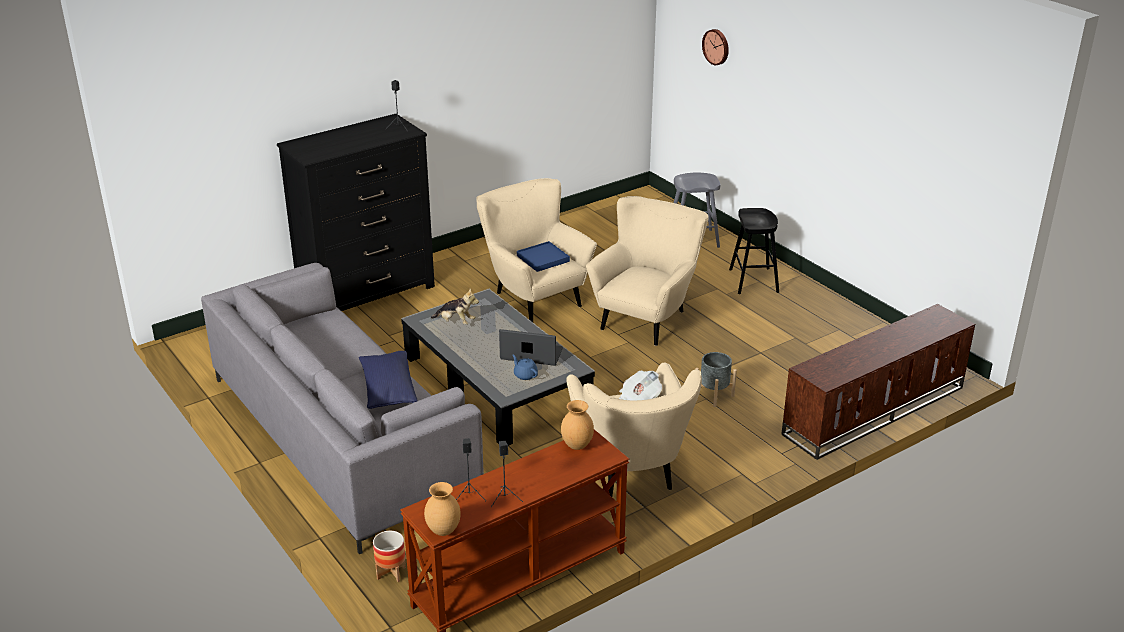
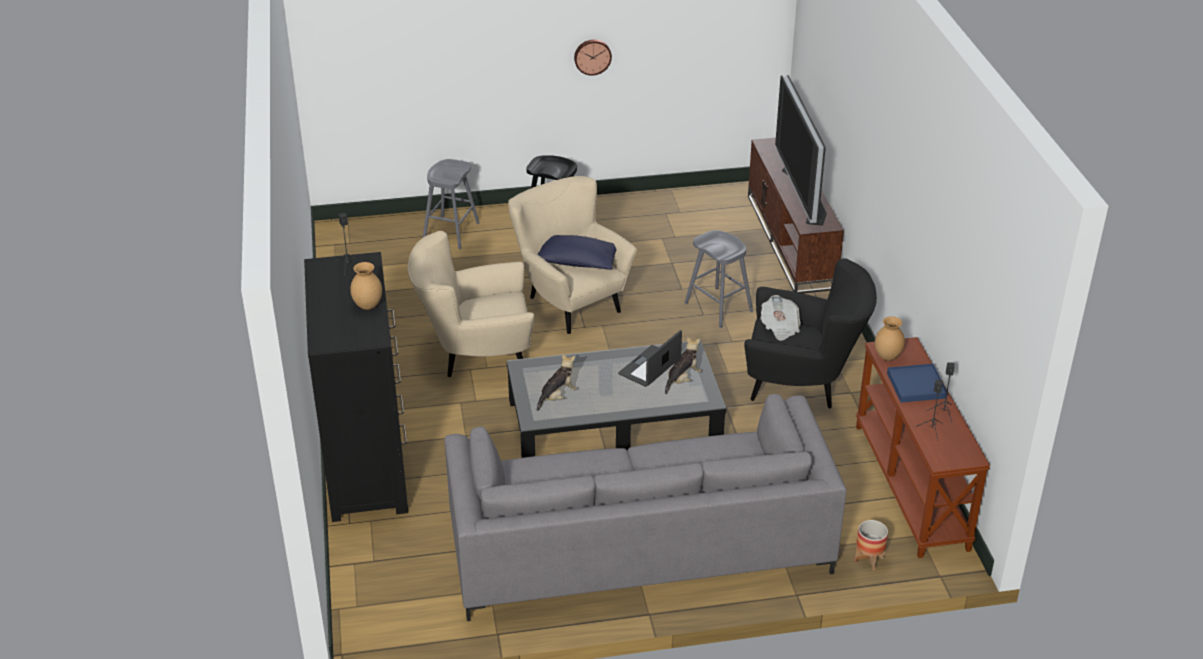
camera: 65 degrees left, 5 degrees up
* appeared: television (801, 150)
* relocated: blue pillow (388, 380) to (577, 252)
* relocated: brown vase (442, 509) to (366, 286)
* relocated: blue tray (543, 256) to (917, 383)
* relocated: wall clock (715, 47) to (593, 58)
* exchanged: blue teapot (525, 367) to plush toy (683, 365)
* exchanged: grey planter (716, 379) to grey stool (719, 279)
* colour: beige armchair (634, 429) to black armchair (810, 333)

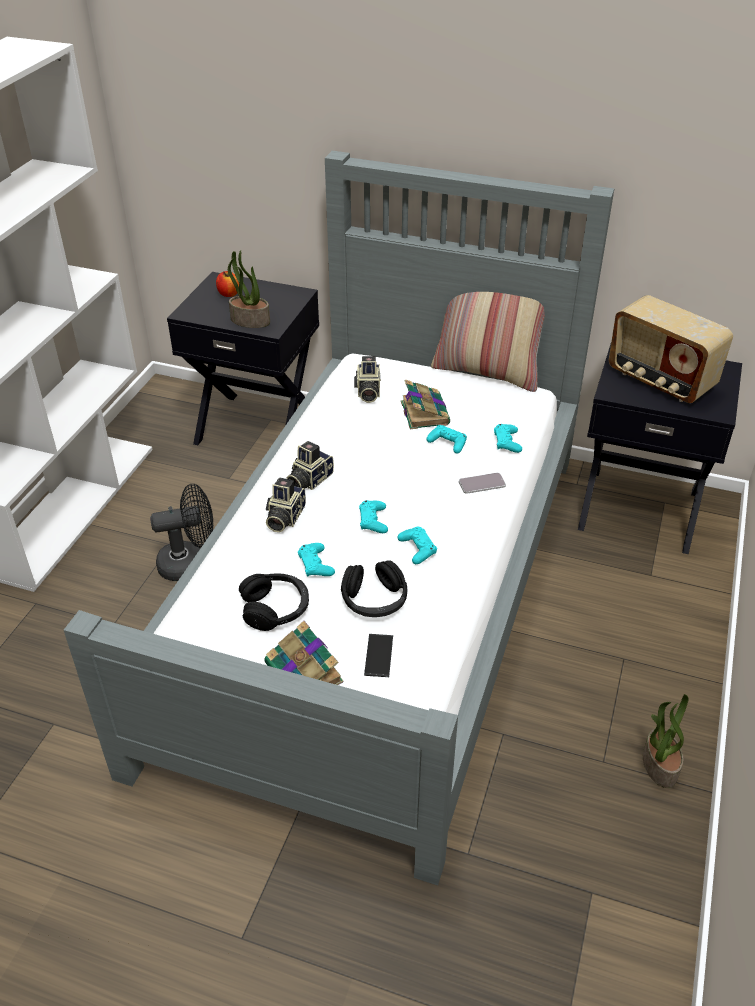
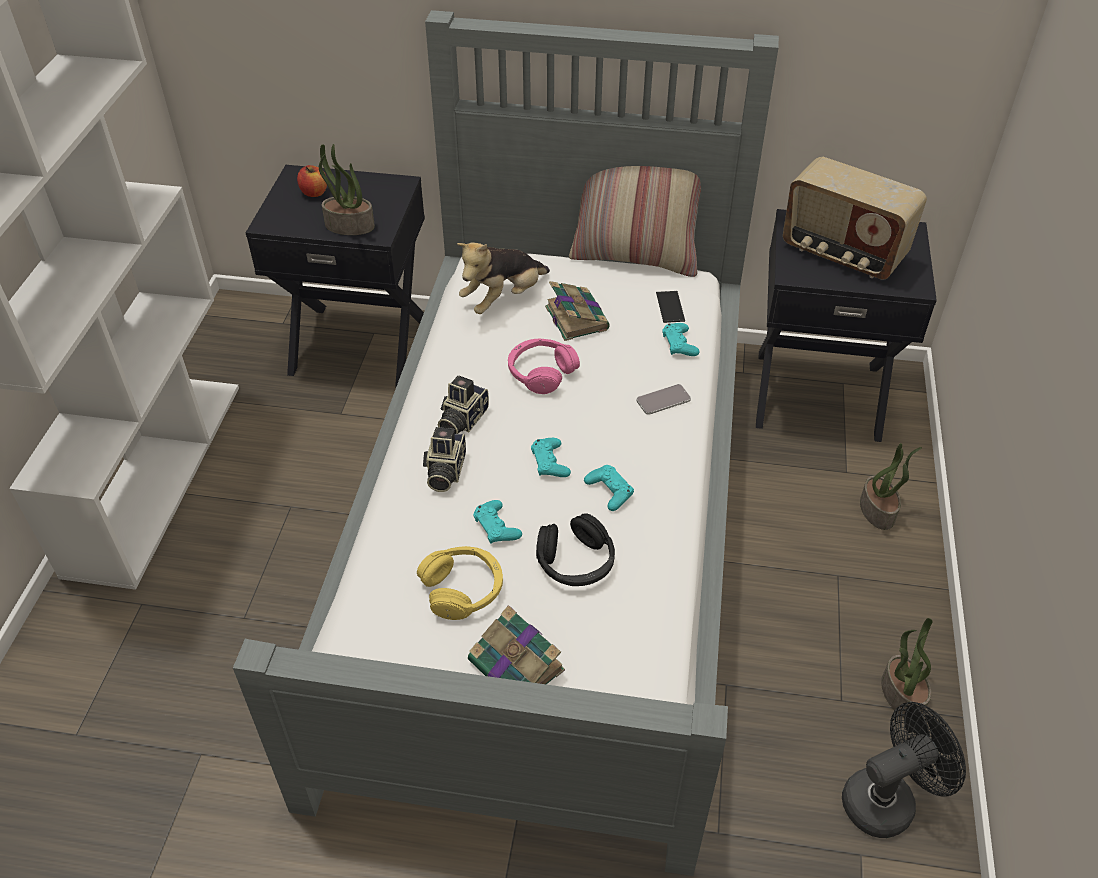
camera: 10 degrees left, 5 degrees up
* missing: turquoise game controller (447, 439)
* appeared: pink headphones (544, 366)
* appeared: potted plant (891, 486)
* relocated: black fan (181, 532) to (904, 770)
* relocated: phone (378, 655) to (670, 307)
* exchanged: photo camera (367, 379) to plush toy (503, 278)
* colour: black headphones (274, 602) to yellow headphones (460, 583)

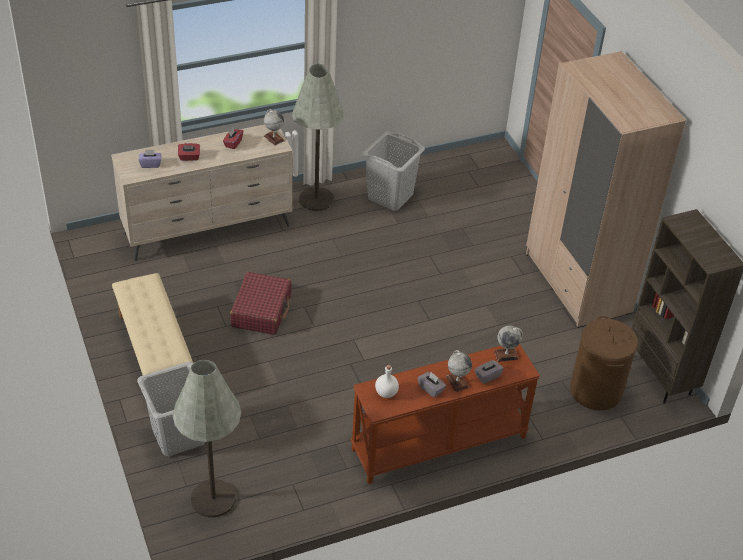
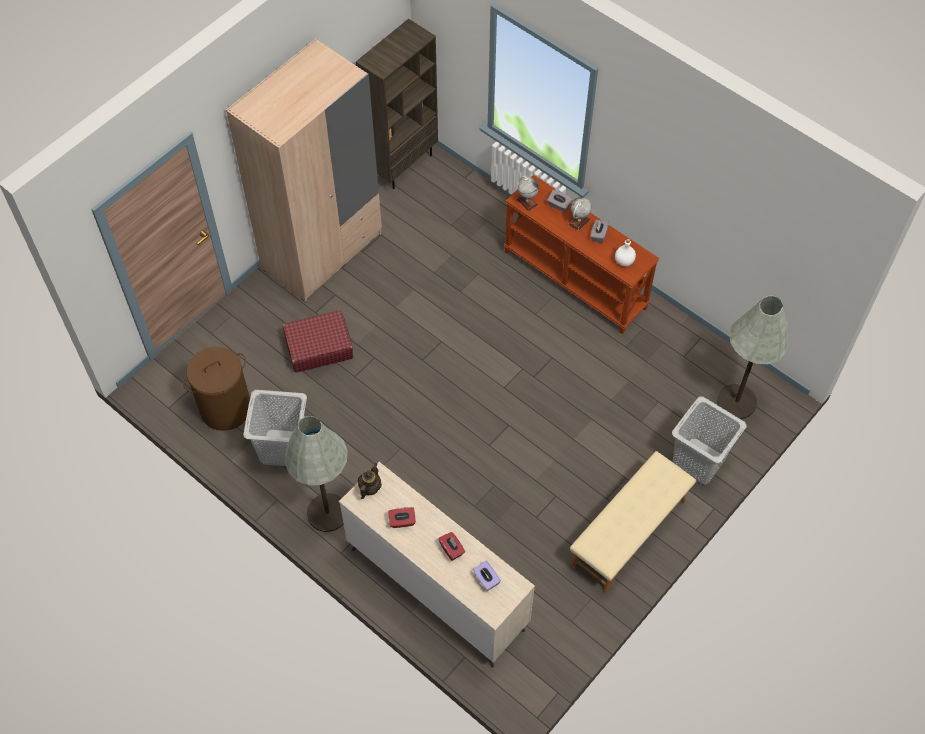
camera: 115 degrees left, 15 degrees up
* relocated: red suitcase (260, 303) to (318, 341)
* relocated: brown laundry basket (604, 363) to (216, 389)
* exchanged: globe (274, 127) to teapot (370, 481)

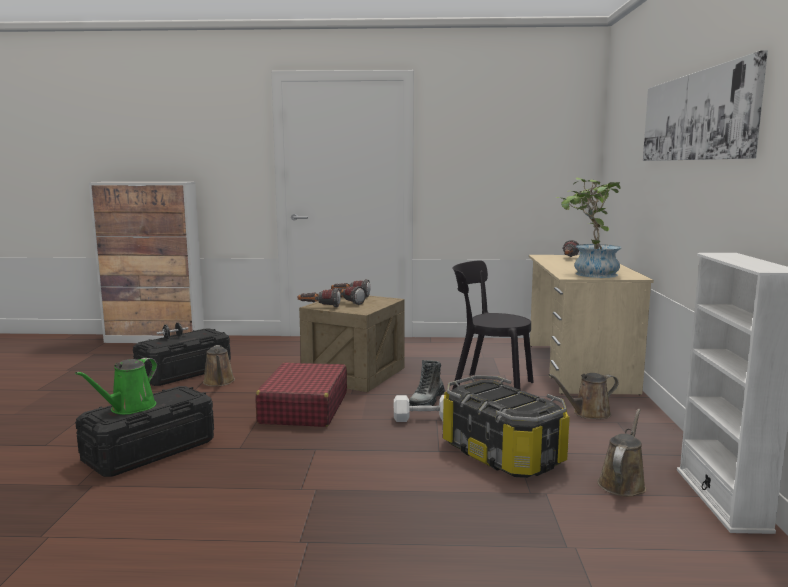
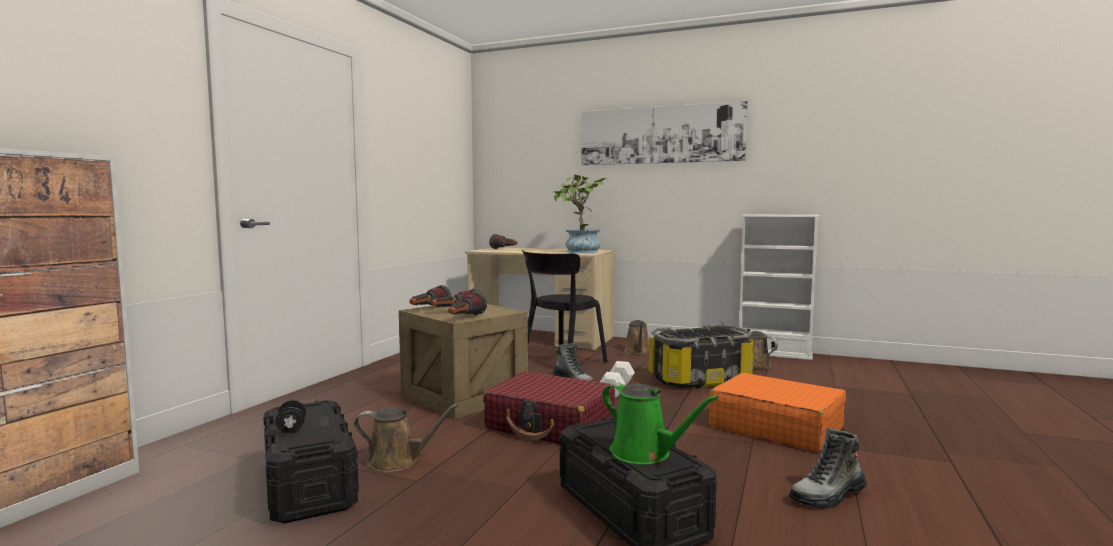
camera: 70 degrees left, 5 degrees down
* appeared: orange suitcase (777, 412)
* appeared: boot (828, 468)

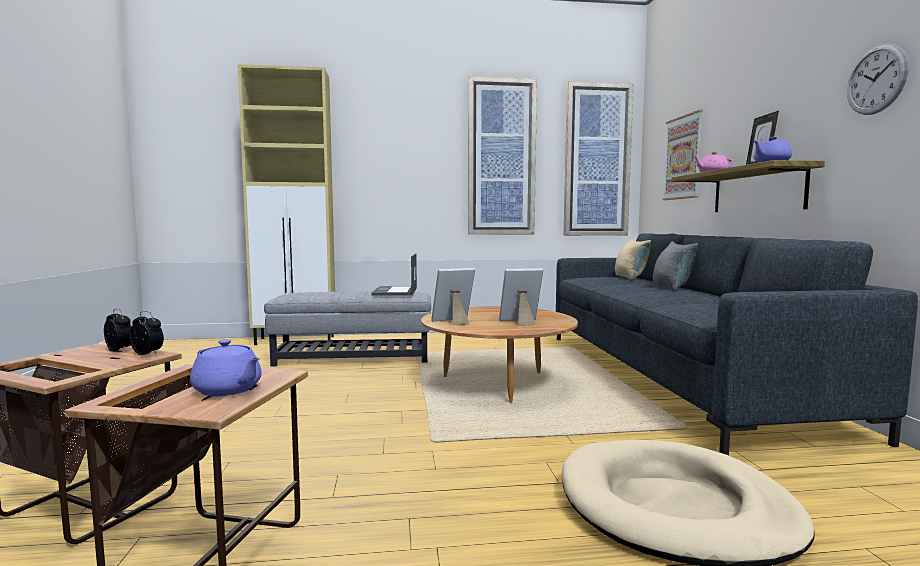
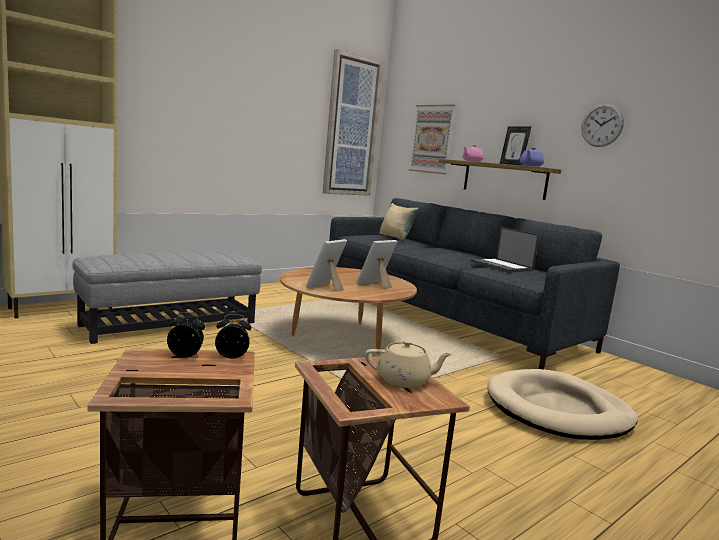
camera: 35 degrees left, 5 degrees up
* missing: picture (502, 155)
* missing: grey pillow (675, 266)
* relocated: laptop (394, 274) to (505, 249)
* colour: purple teapot (226, 367) to beige teapot (409, 364)

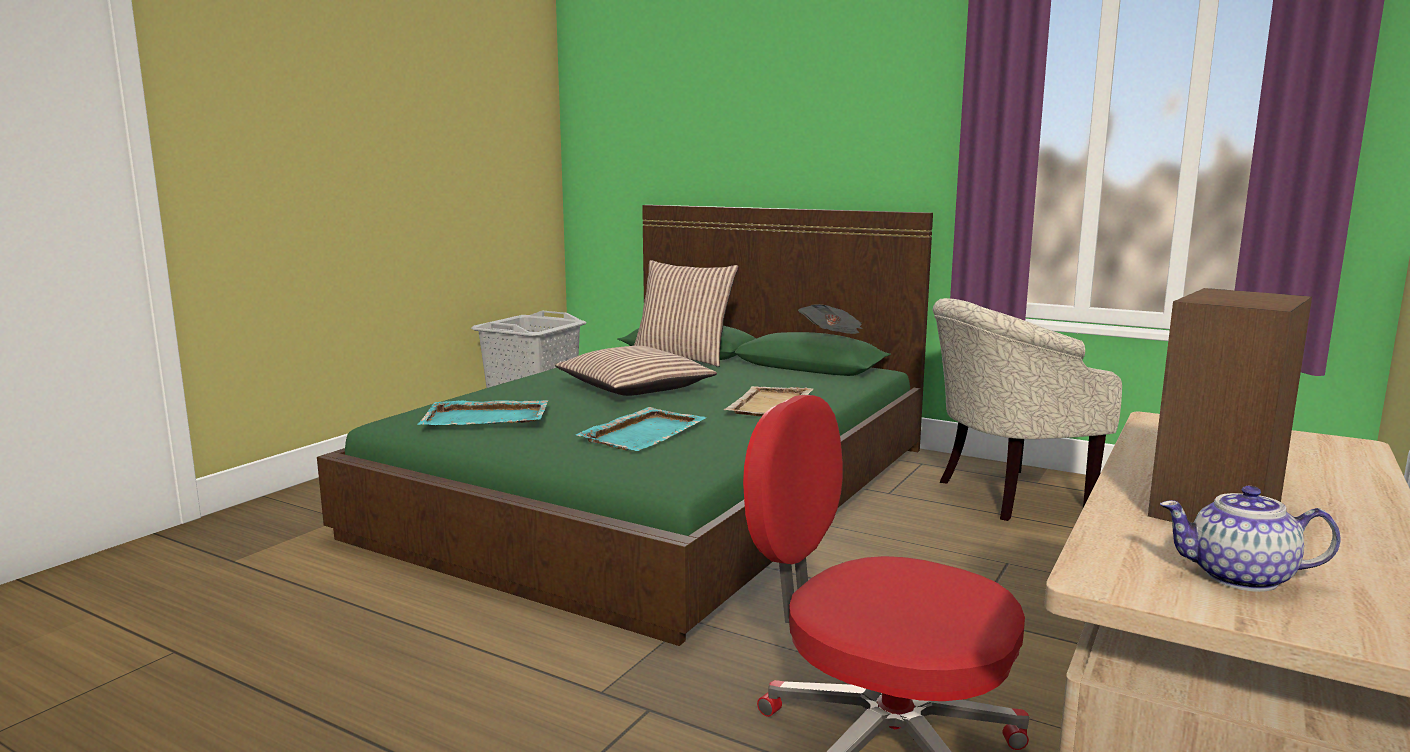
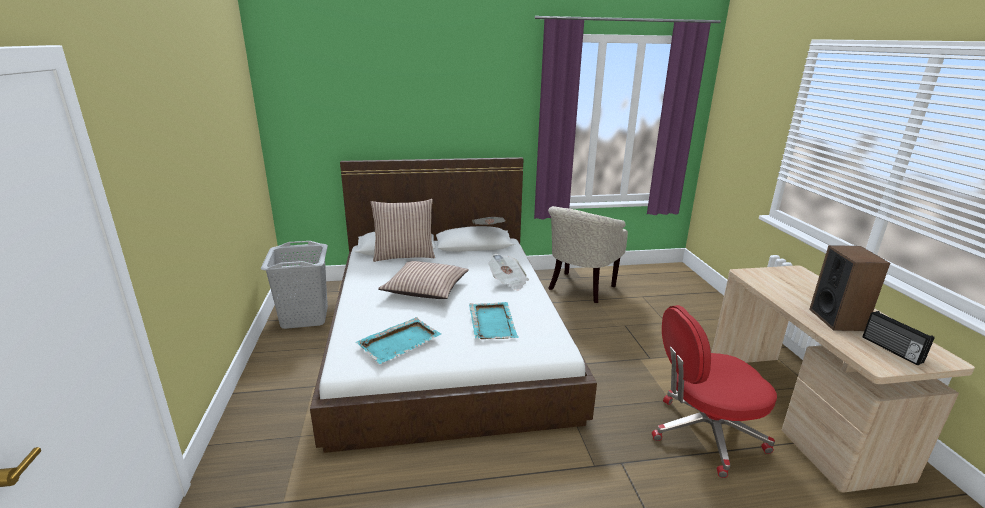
camera: 40 degrees left, 10 degrees up
* exchanged: beige tray (769, 401) to newspaper (508, 272)
* exchanged: teapot (1250, 539) to radio (899, 338)
* colour: green bed (625, 425) to white bed (453, 305)

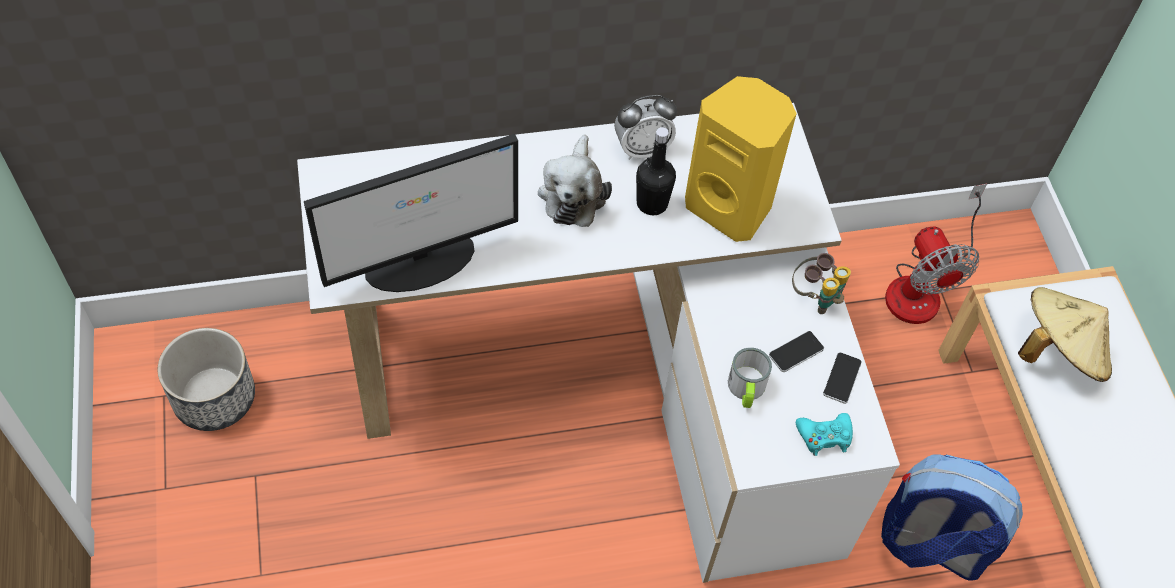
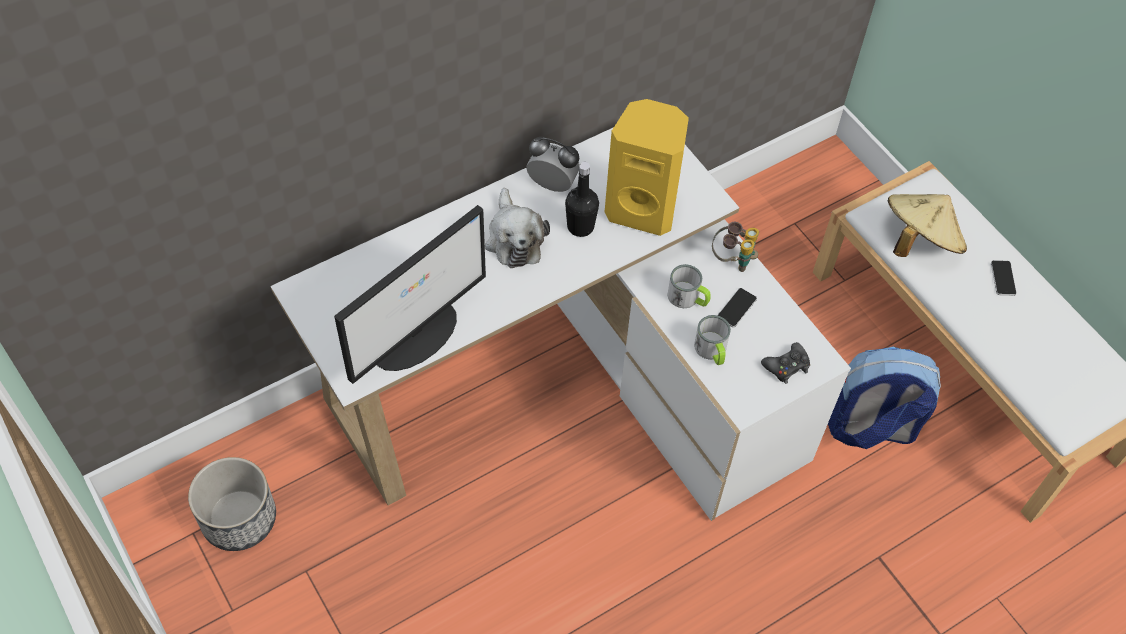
camera: 20 degrees left, 0 degrees up
* missing: fan (936, 254)
* appeared: mug (689, 286)
* relocated: phone (842, 378) to (1004, 278)
* colour: turquoise game controller (824, 434) to black game controller (785, 363)
* spun: alarm clock (645, 127) = (553, 164) 120 degrees counterclockwise

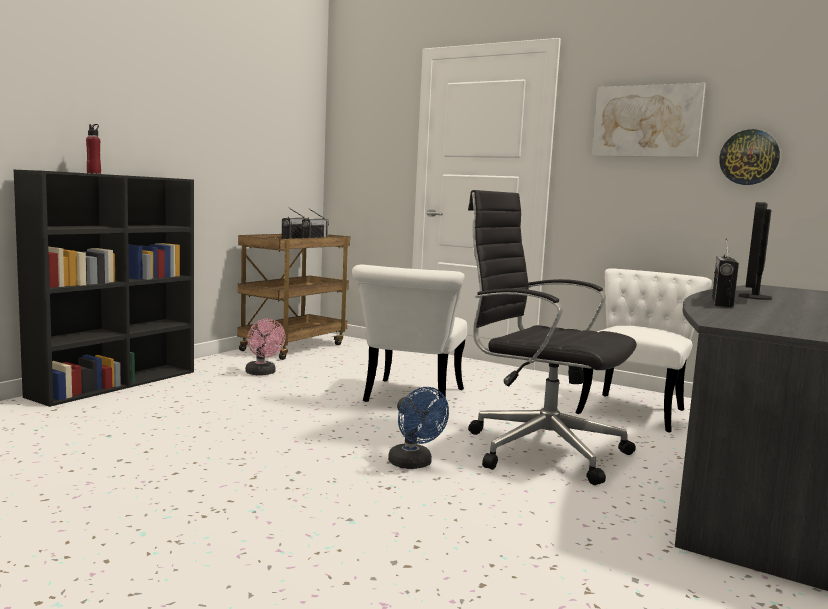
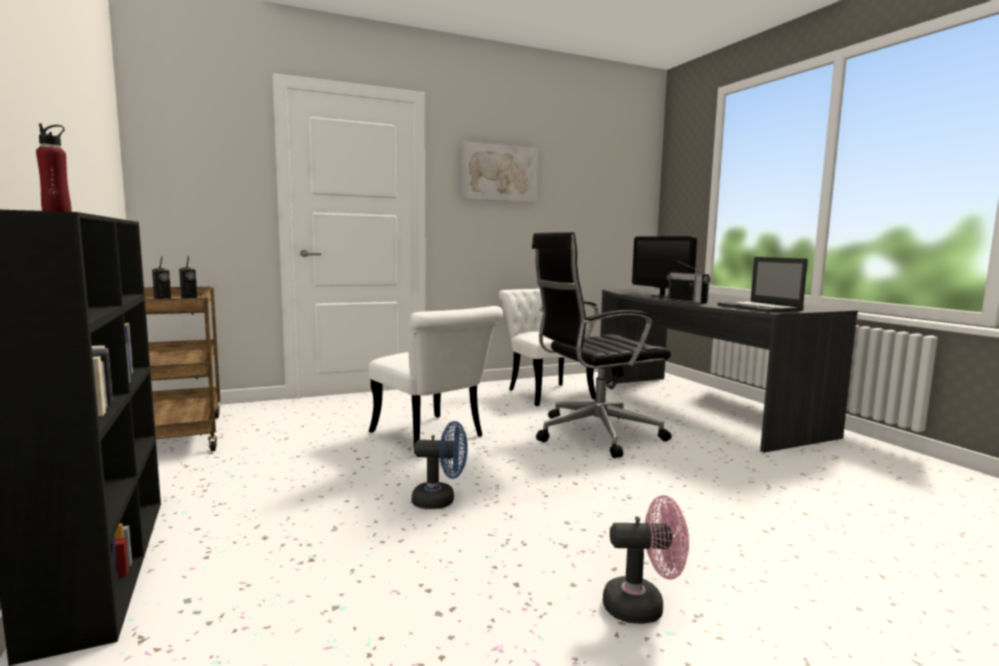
camera: 55 degrees left, 0 degrees up
* missing: wall clock (749, 157)
* appeared: laptop (762, 285)
* relocated: pink fan (265, 347) to (646, 559)
* relocated: blue fan (418, 428) to (440, 465)

